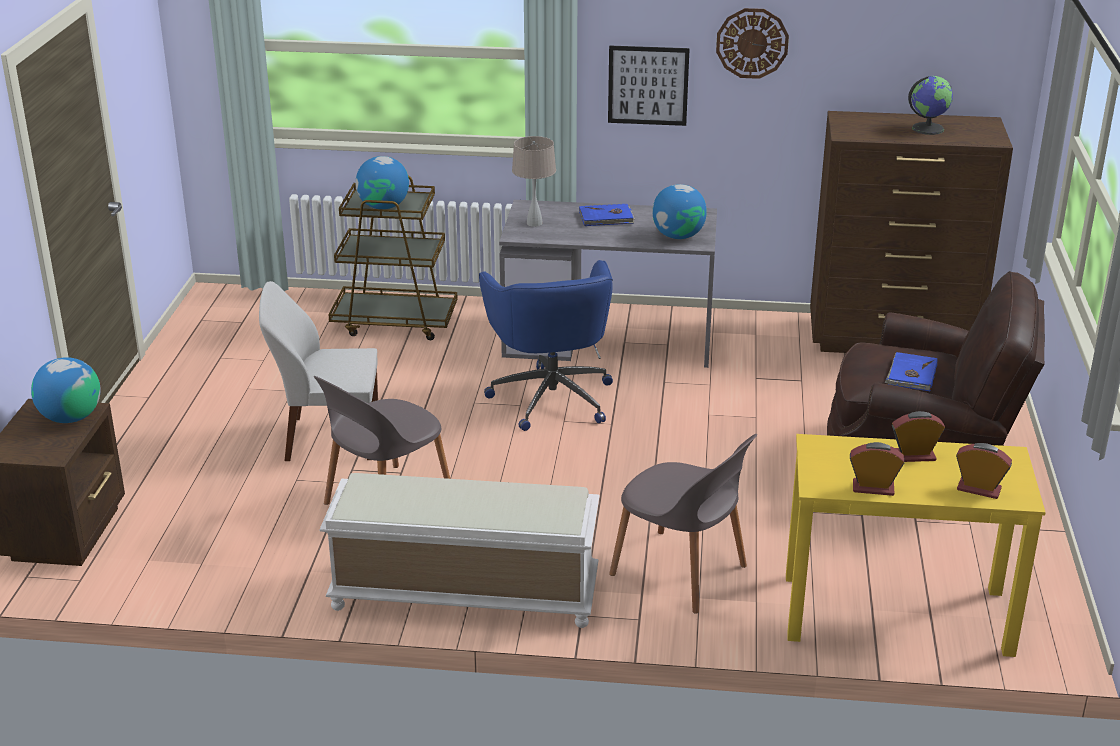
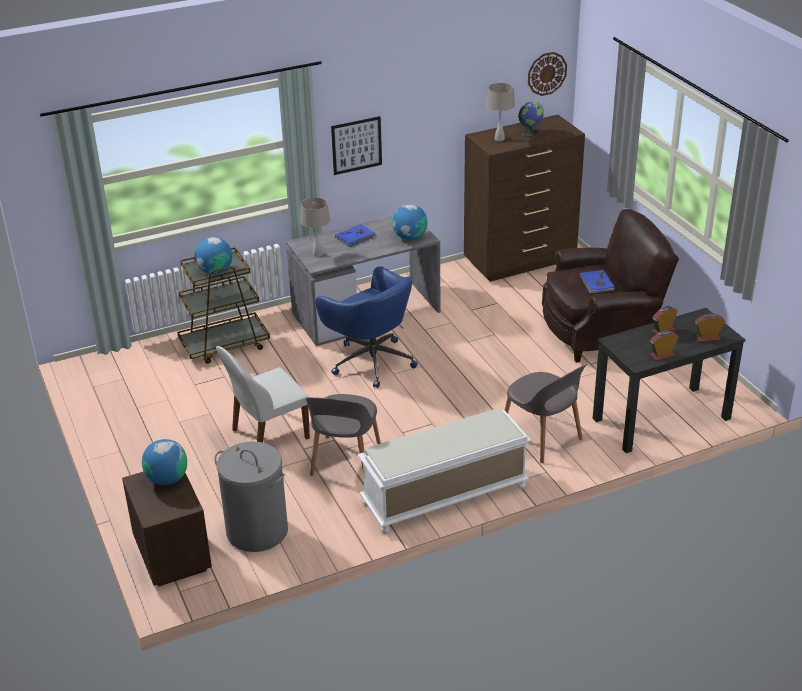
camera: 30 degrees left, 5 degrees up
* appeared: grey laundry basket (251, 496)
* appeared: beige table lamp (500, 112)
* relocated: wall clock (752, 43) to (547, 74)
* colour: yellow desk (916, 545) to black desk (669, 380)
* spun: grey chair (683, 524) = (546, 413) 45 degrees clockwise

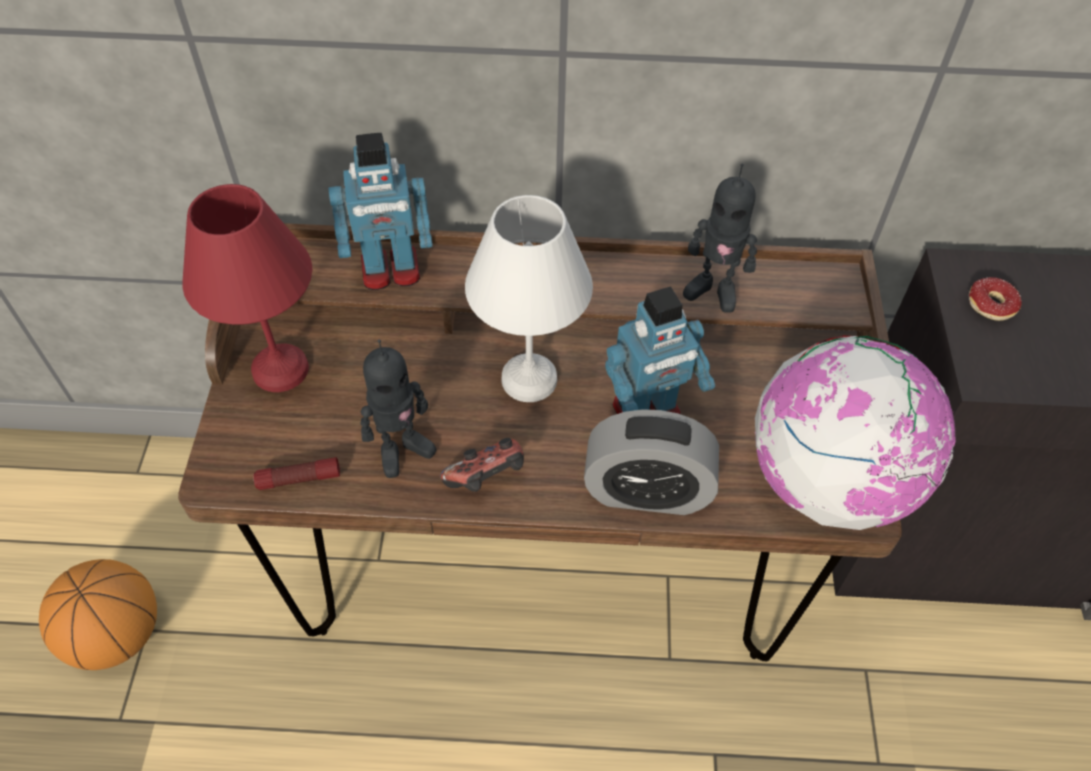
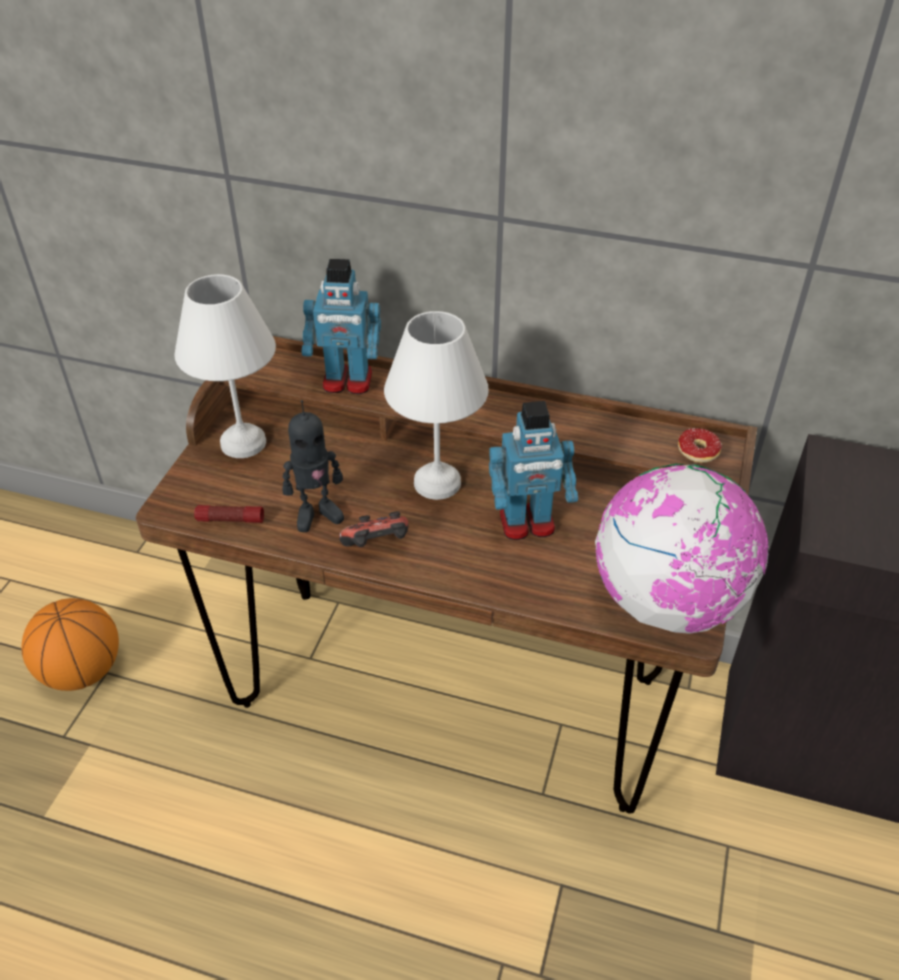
camera: 15 degrees right, 10 degrees down
* missing: alarm clock (651, 462)
* missing: toy robot (720, 238)
* relocated: donut (995, 299) to (700, 445)
* colour: red table lamp (247, 288) to white table lamp (225, 366)

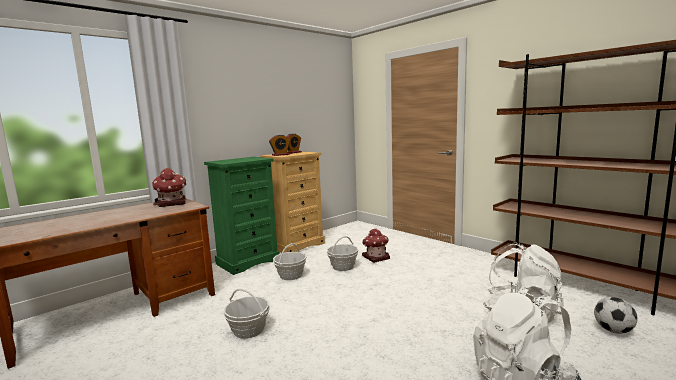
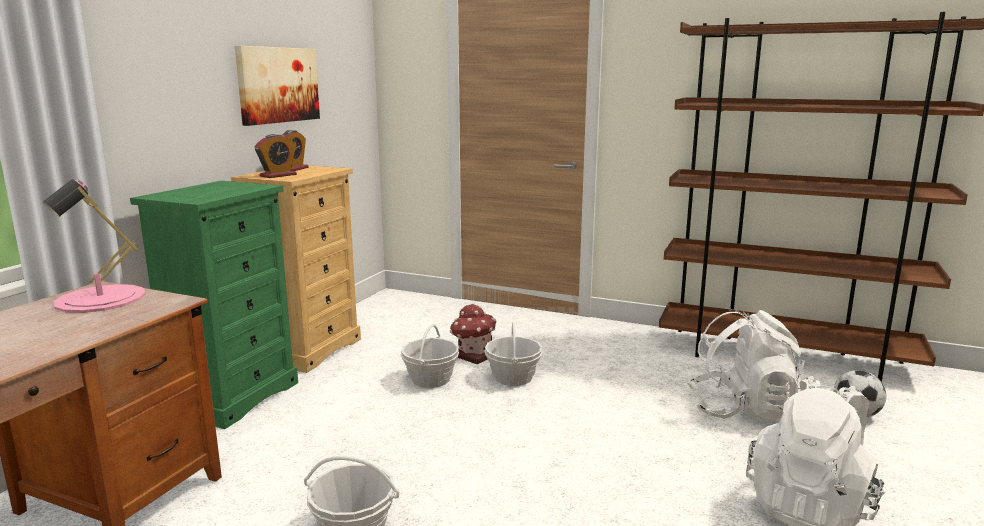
camera: 25 degrees left, 5 degrees up
* appeared: picture (277, 86)
* relocated: basket (289, 261) to (513, 354)
* exchanged: toy house (169, 187) to pink table lamp (94, 246)

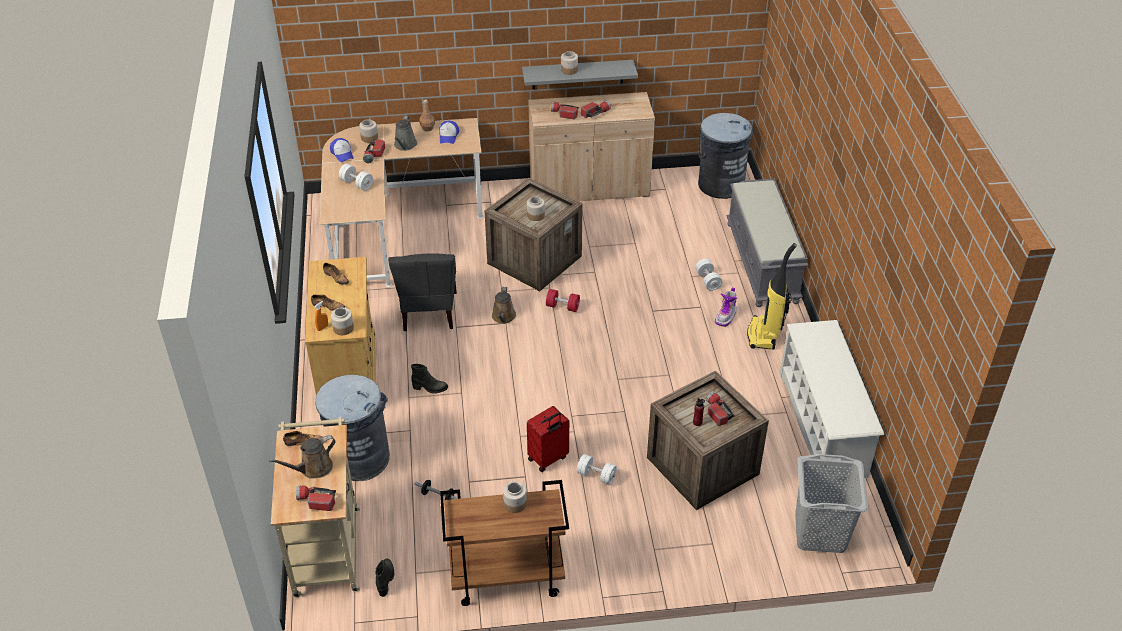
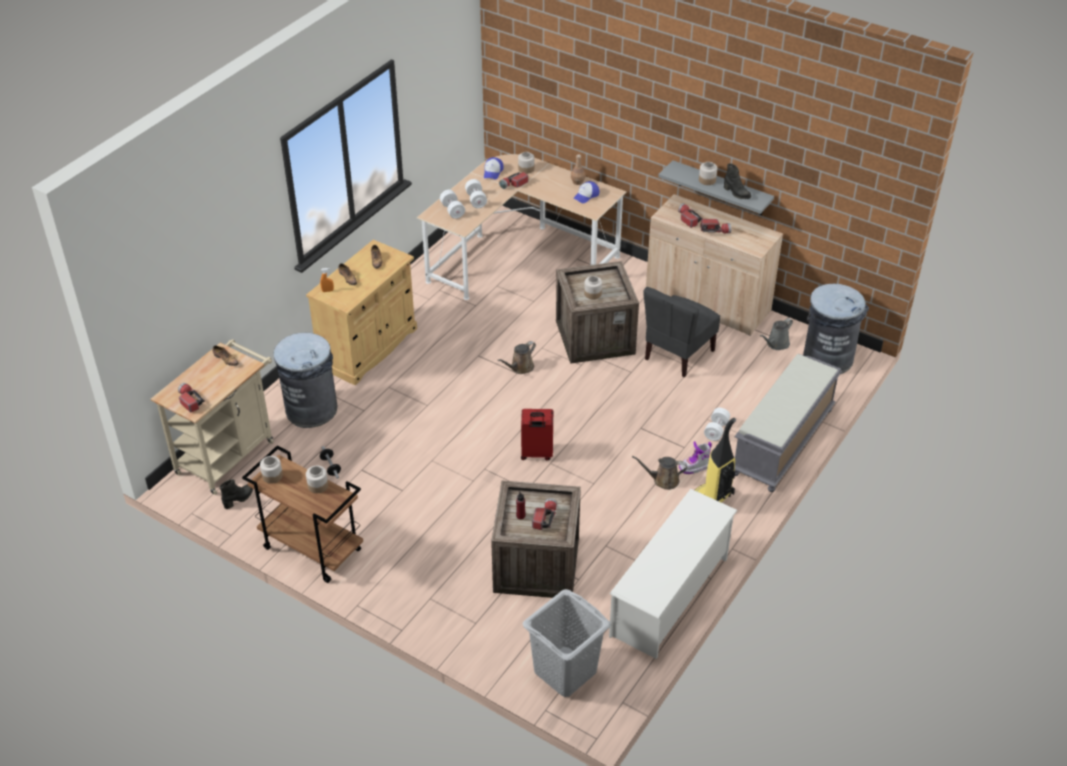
camera: 40 degrees right, 0 degrees up
* missing: red dumbbell (563, 300)
* relocated: brown watering can (302, 457) to (659, 473)
* relocated: jar (342, 321) to (271, 470)
* relocated: grey chair (422, 292) to (681, 332)
* relocated: grey watering can (405, 133) to (776, 334)
* relocated: black boot (429, 379) to (737, 181)
* relocated: red suitcase (548, 439) to (537, 435)
* relocated: white dumbbell (597, 469) to (452, 204)

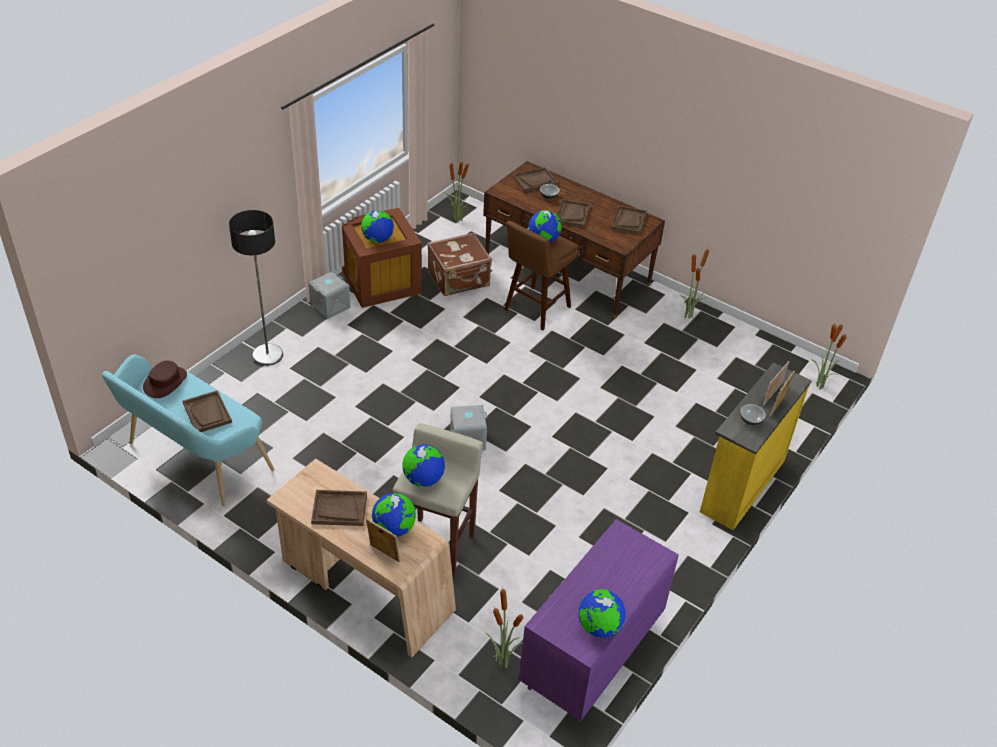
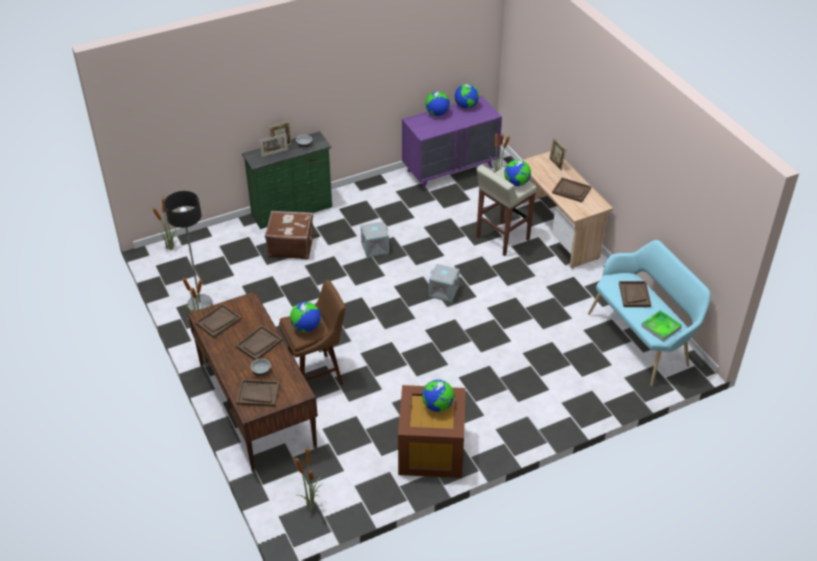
camera: 150 degrees left, 0 degrees up
* relocated: floor lamp (256, 288) to (188, 250)
* relocated: grey storage box (330, 295) to (375, 239)
* relocated: globe (394, 515) to (437, 103)
* relocated: brown suitcase (459, 264) to (289, 235)
* exchanged: brown hat (165, 379) to tray (661, 326)
* colour: yellow dresser (756, 446) to green dresser (287, 180)

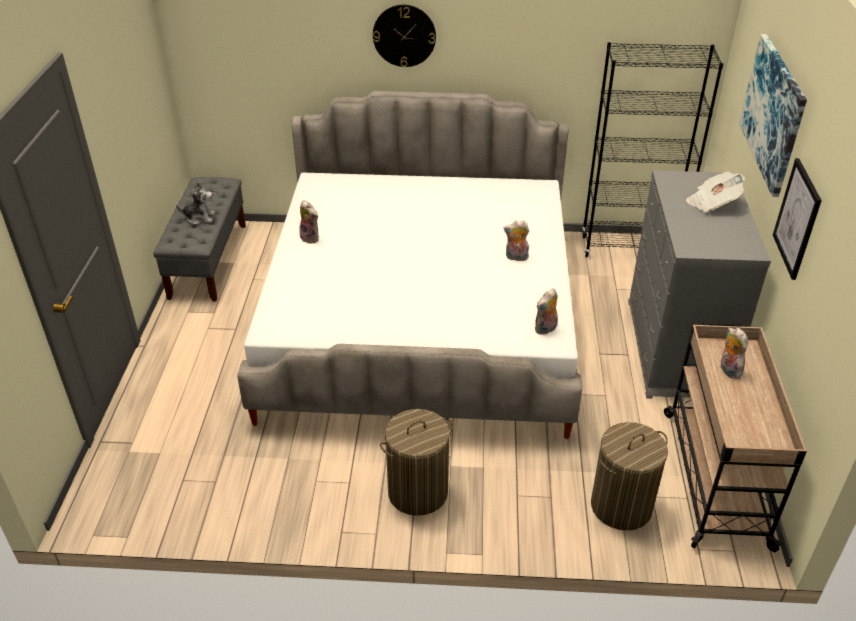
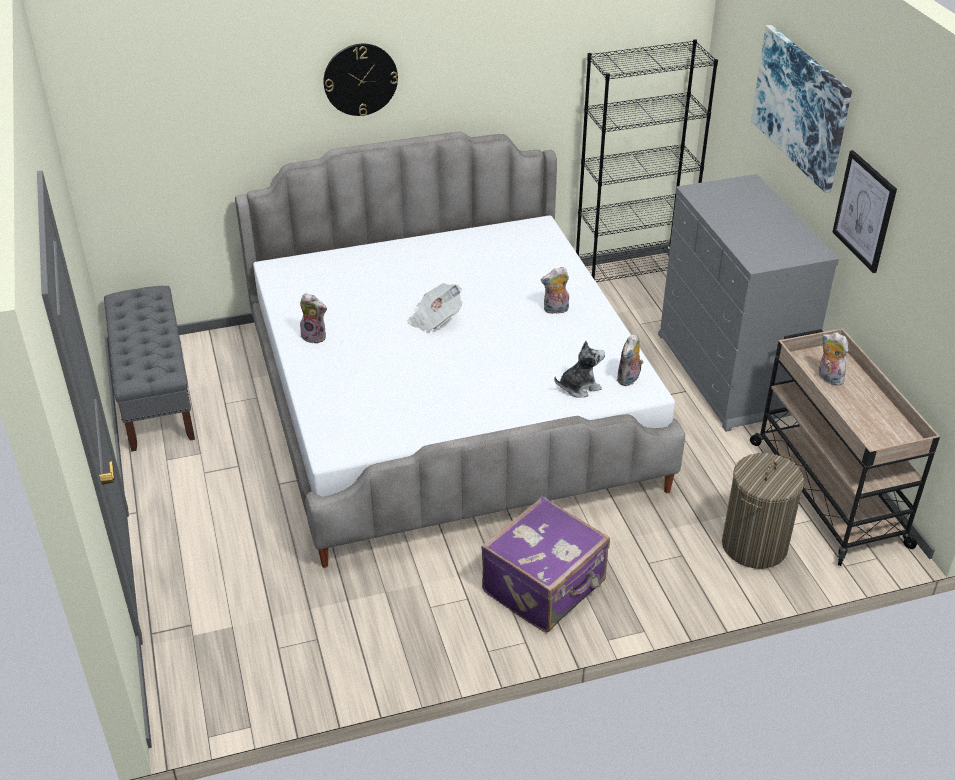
camera: 20 degrees left, 0 degrees up
* relocated: plush toy (195, 203) to (579, 369)
* relocated: newspaper (716, 191) to (434, 308)
* exchanged: laundry basket (417, 462) to purple suitcase (545, 564)

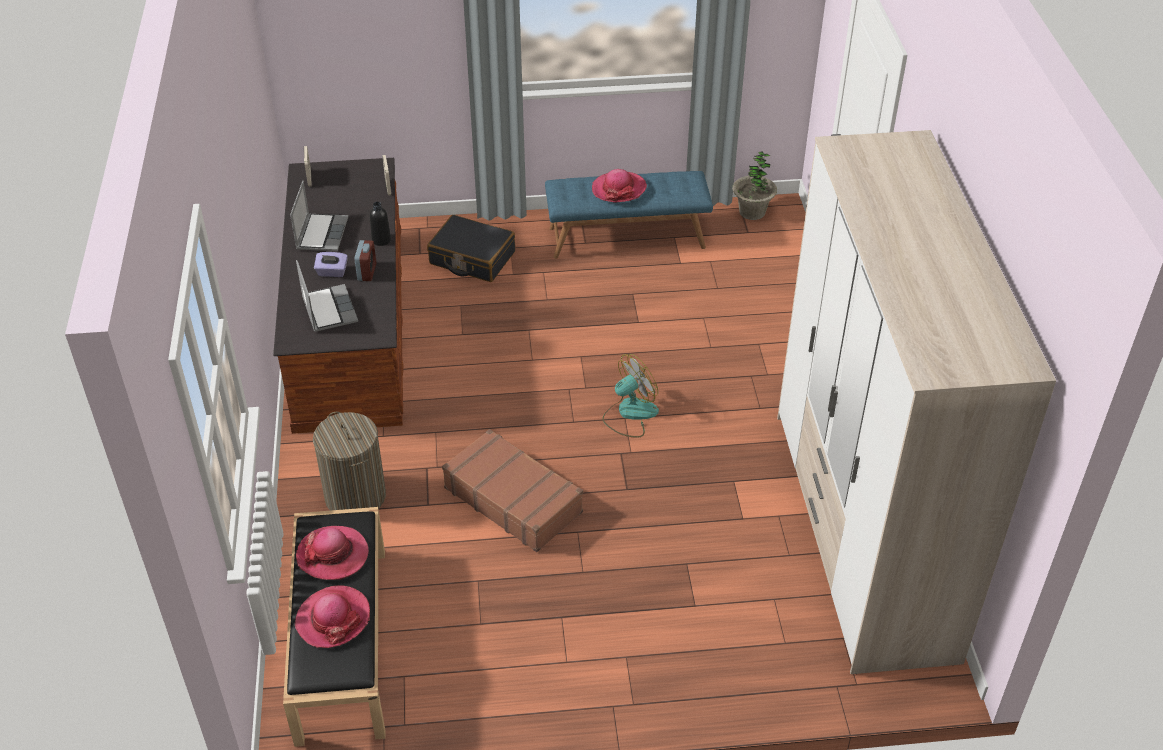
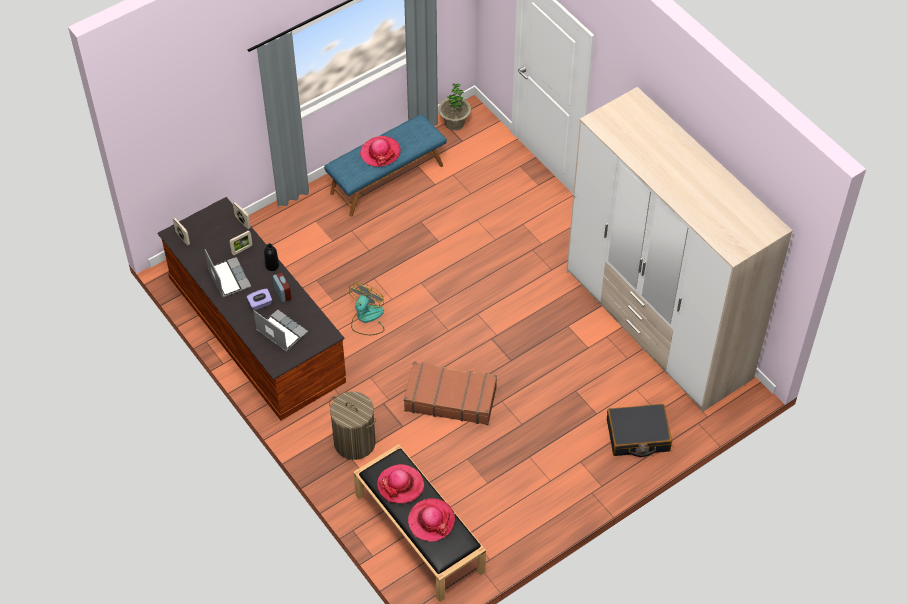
camera: 30 degrees left, 10 degrees up
* appeared: picture frame (240, 242)
* relocated: black suitcase (471, 248) to (639, 430)
* relocated: fan (630, 396) to (366, 308)

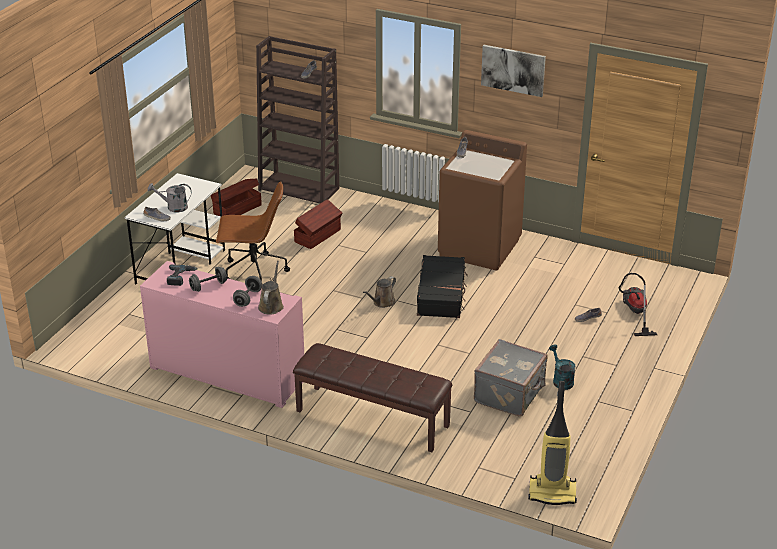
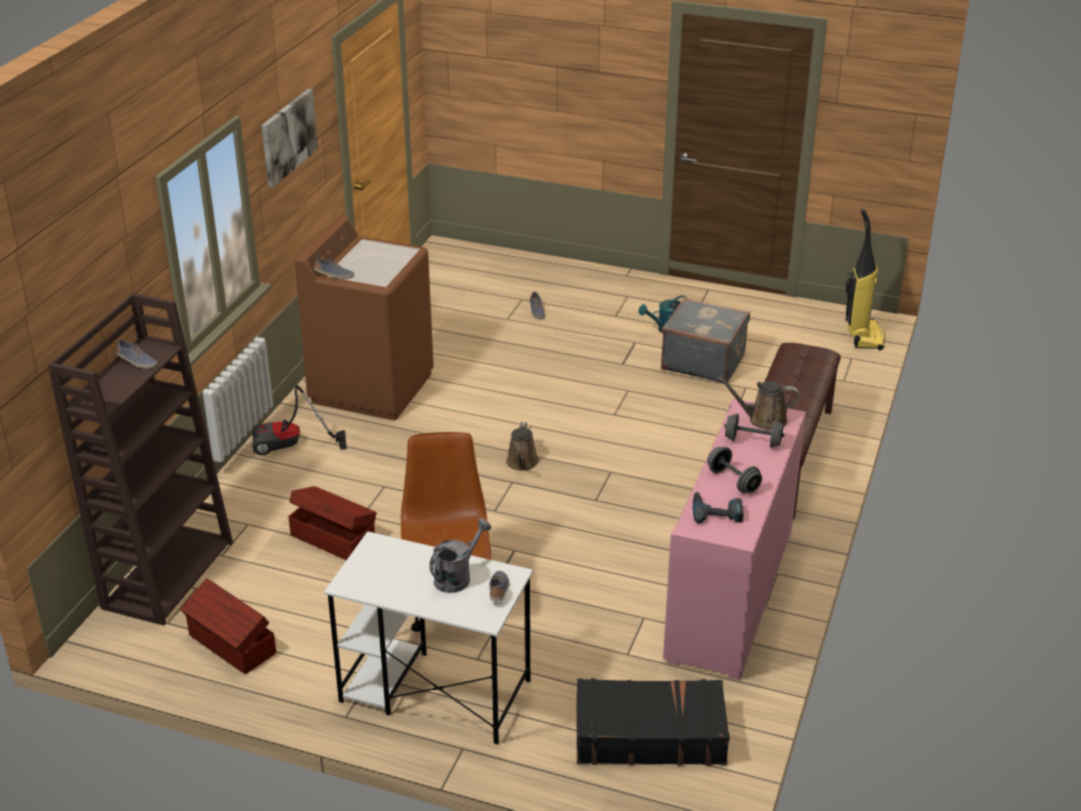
camera: 95 degrees left, 0 degrees up
* relocated: black suitcase (442, 286) to (653, 722)
* relocated: vacuum cleaner (638, 304) to (299, 420)
* spun: grey watering can (170, 197) = (460, 556) 135 degrees counterclockwise
* spun: brown watering can (379, 292) = (522, 446) 60 degrees clockwise

